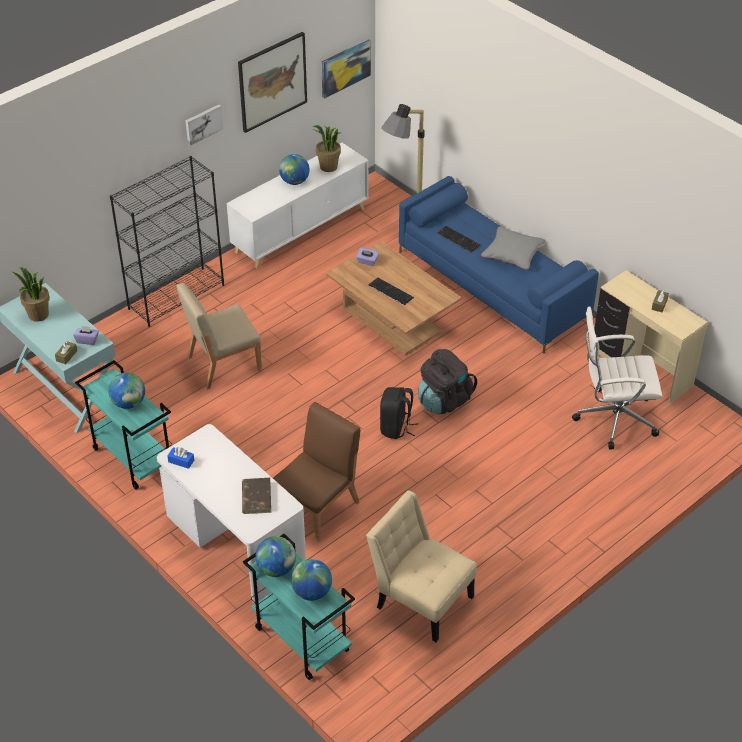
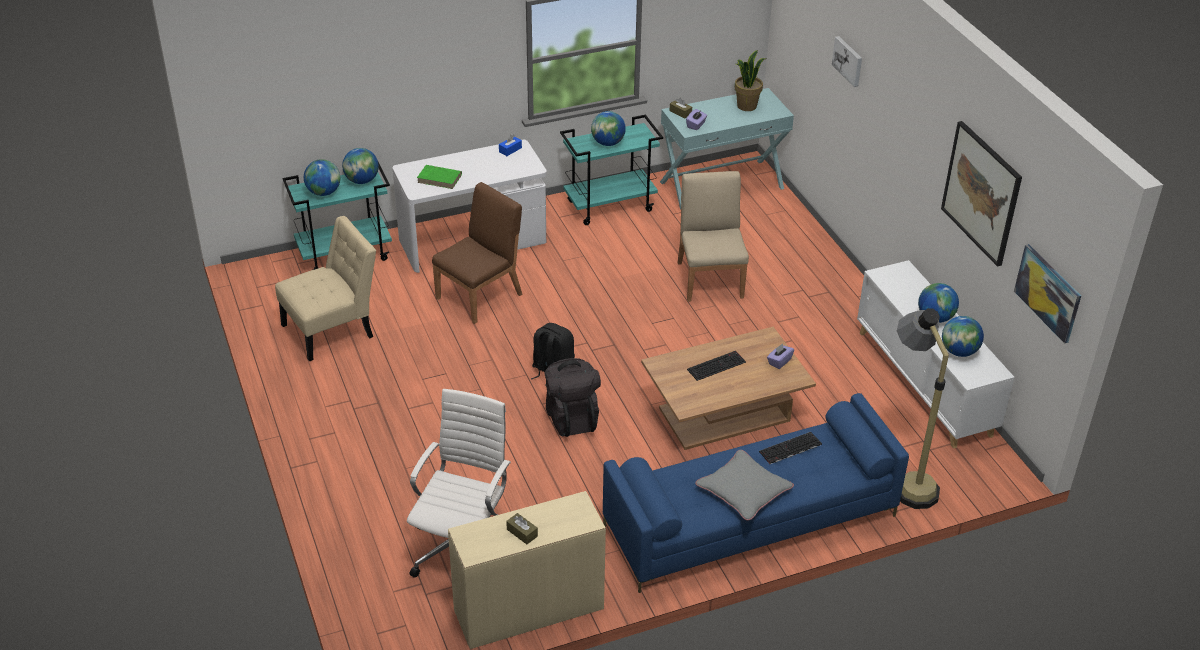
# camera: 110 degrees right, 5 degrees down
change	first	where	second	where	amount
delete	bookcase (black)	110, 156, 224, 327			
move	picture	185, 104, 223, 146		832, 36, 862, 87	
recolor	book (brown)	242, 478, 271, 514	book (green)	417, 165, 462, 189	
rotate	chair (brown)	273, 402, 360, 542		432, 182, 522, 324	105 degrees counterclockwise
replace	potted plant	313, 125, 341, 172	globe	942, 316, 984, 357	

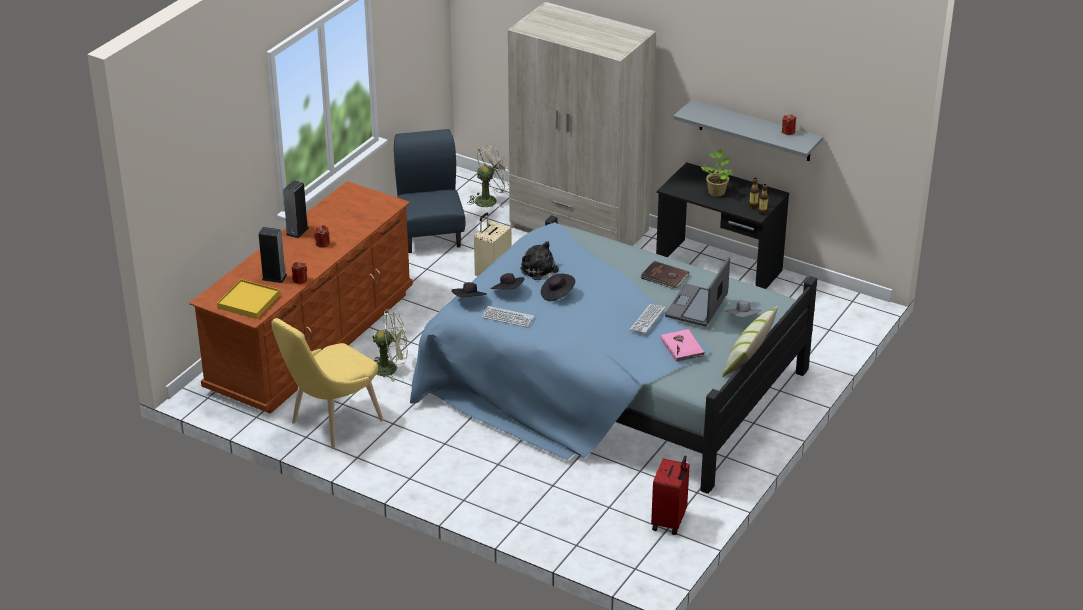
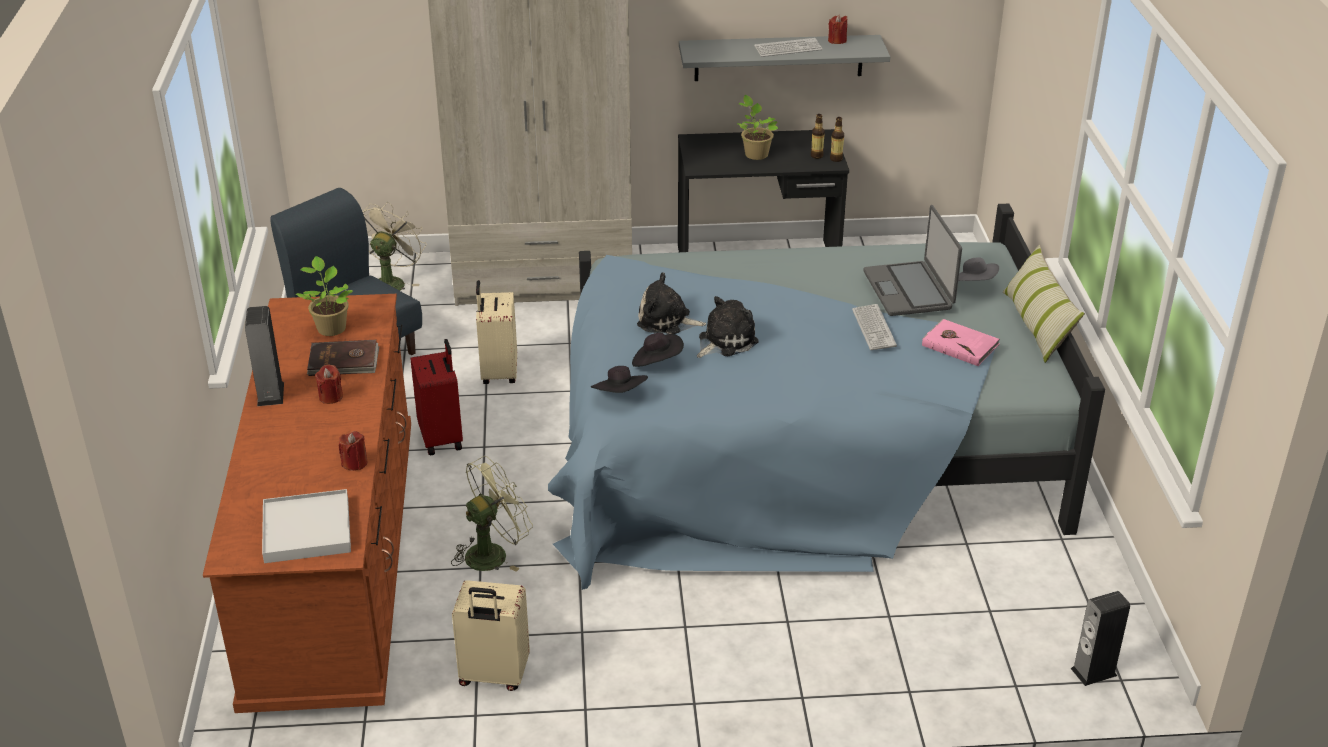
# camera: 35 degrees left, 0 degrees up
change	first	where	second	where	amount
recolor	tray (yellow)	217, 279, 280, 319	tray (white)	262, 489, 351, 563	
move	speaker	259, 227, 287, 283		1070, 591, 1130, 686	
replace	chair (yellow)	271, 318, 384, 449	suitcase (beige)	452, 580, 530, 691	
move	keyboard	482, 306, 534, 327		754, 38, 823, 57	
replace	hat (black)	541, 274, 575, 301	plush toy	697, 296, 759, 358	
move	book (brown)	641, 261, 689, 290		307, 340, 379, 376	
move	suitcase (red)	651, 456, 690, 535		411, 339, 463, 456	
insert			potted plant	296, 256, 353, 336	

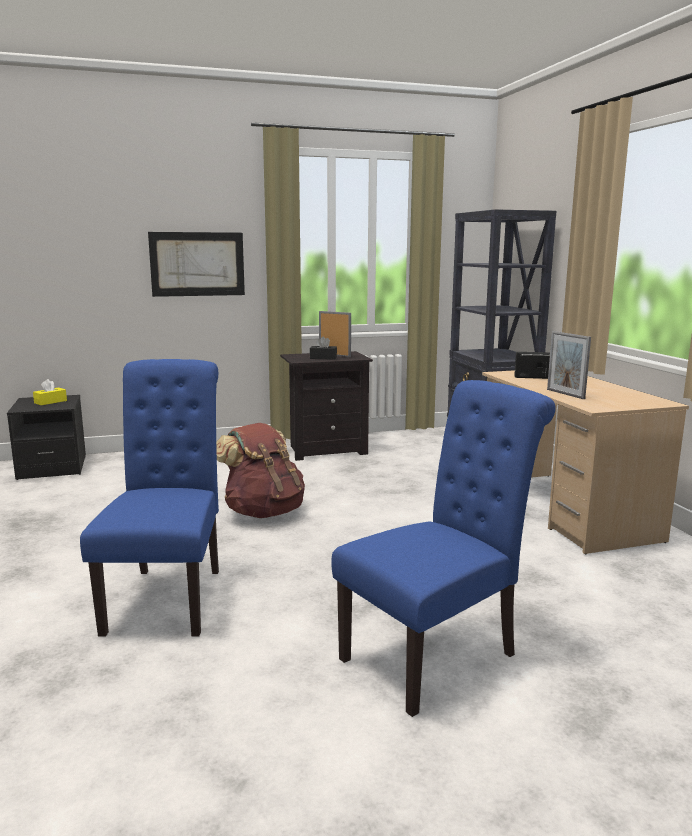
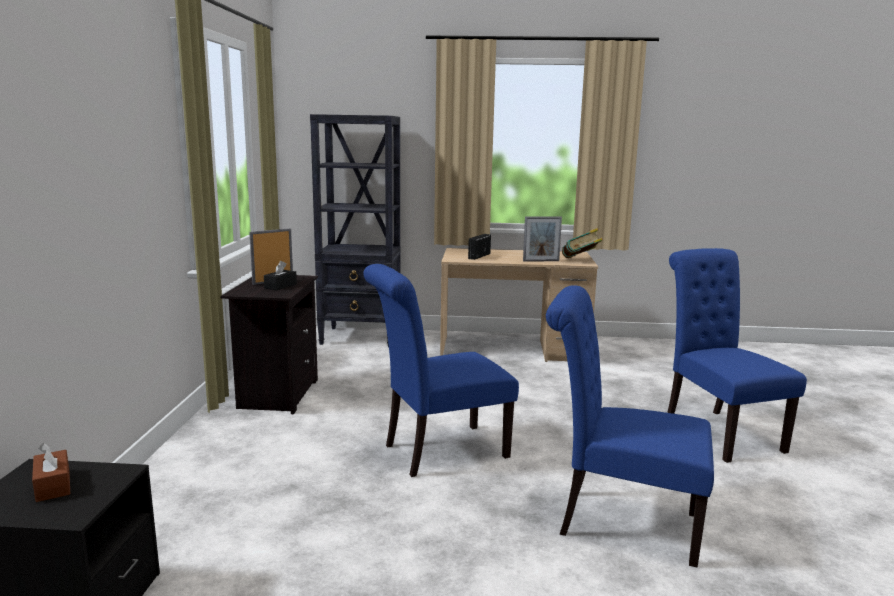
# camera: 70 degrees left, 0 degrees up
change	first	where	second	where	amount
recolor	tissue box (yellow)	33, 379, 67, 405	tissue box (brown)	32, 443, 70, 502	
delete	picture	148, 232, 245, 297			
replace	backpack (brown)	216, 423, 305, 518	chair (blue)	363, 264, 519, 477	
insert			book	562, 228, 603, 258	

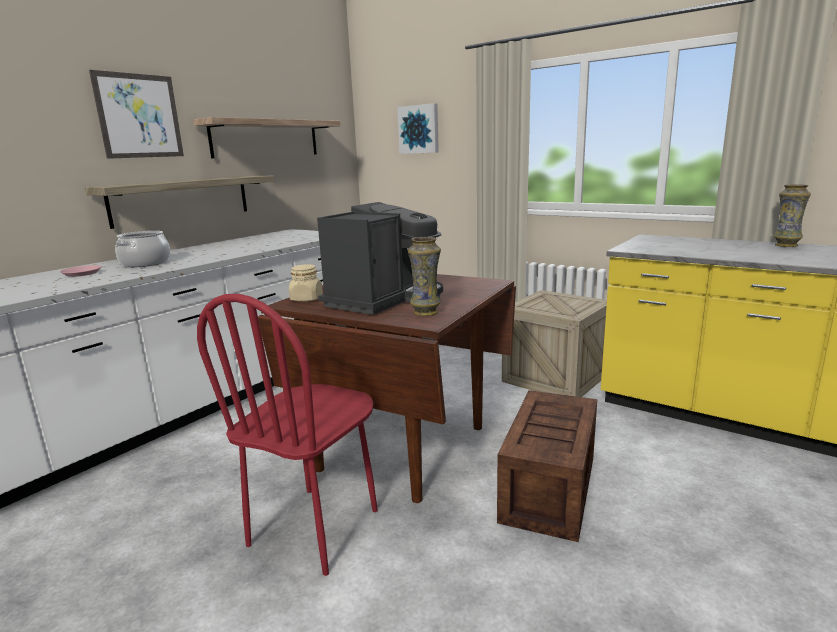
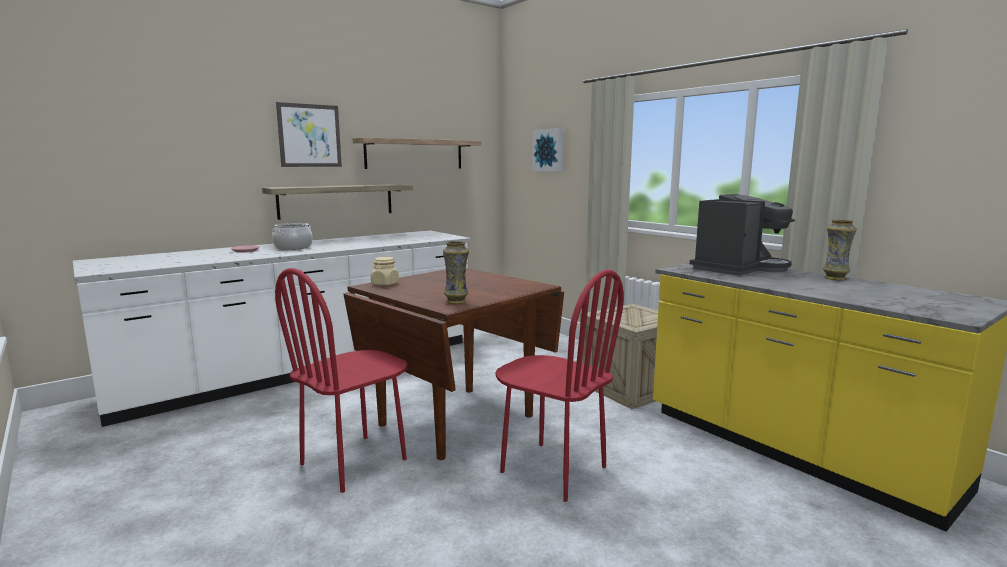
# camera: 15 degrees right, 5 degrees down
change	first	where	second	where	amount
move	coffee machine	317, 202, 443, 315		690, 194, 795, 276	
replace	crate	497, 390, 597, 542	chair (red)	495, 270, 624, 502	

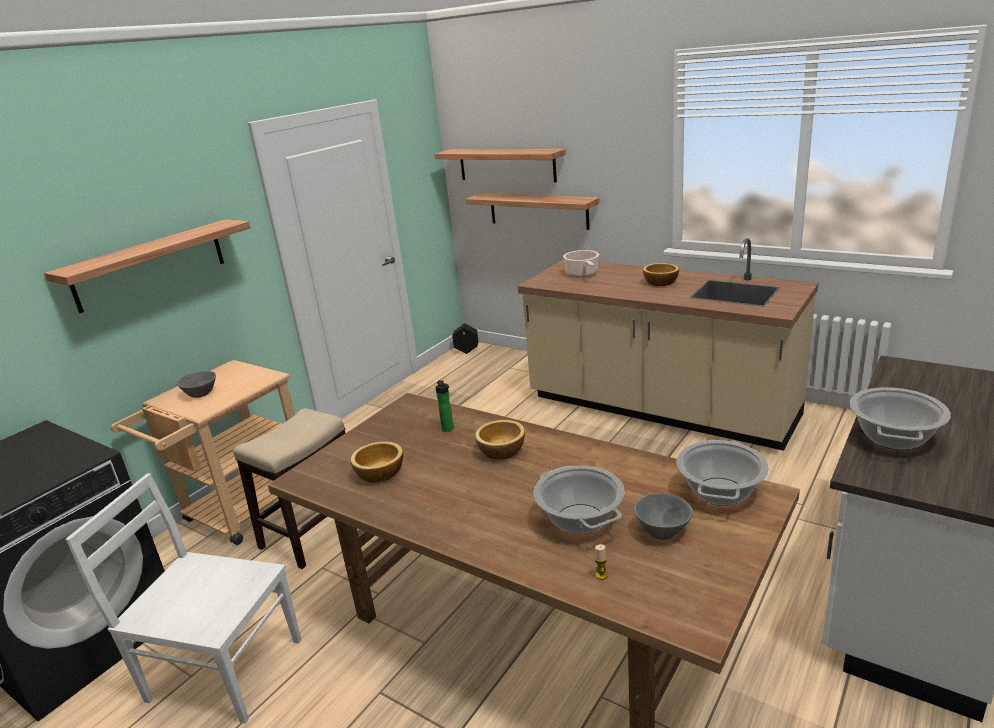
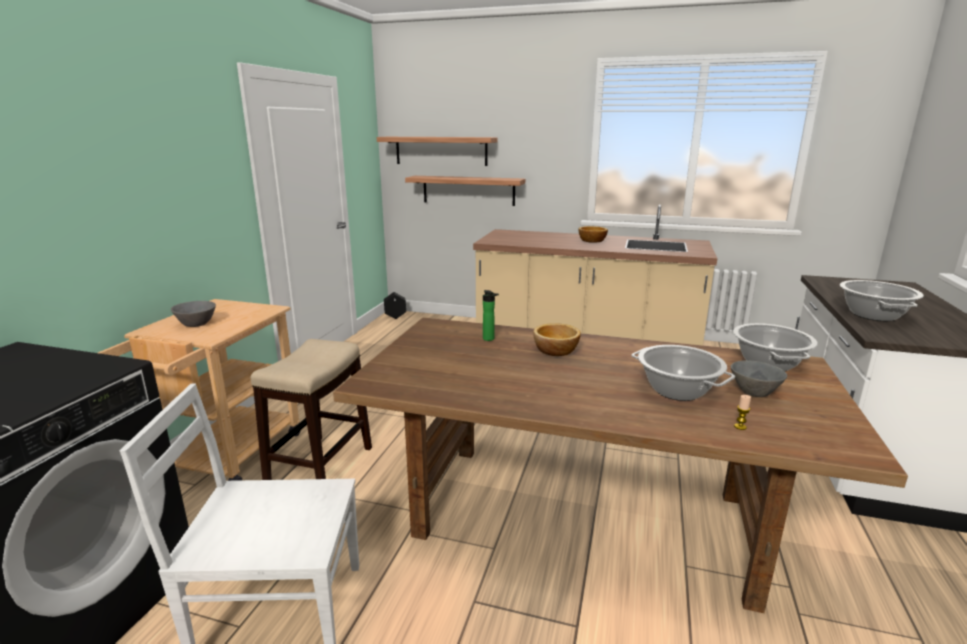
# camera: 20 degrees left, 5 degrees down
change	first	where	second	where	amount
delete	shelf	44, 219, 250, 313			
delete	bowl	351, 441, 403, 483			
delete	cooking pot	563, 250, 599, 278			

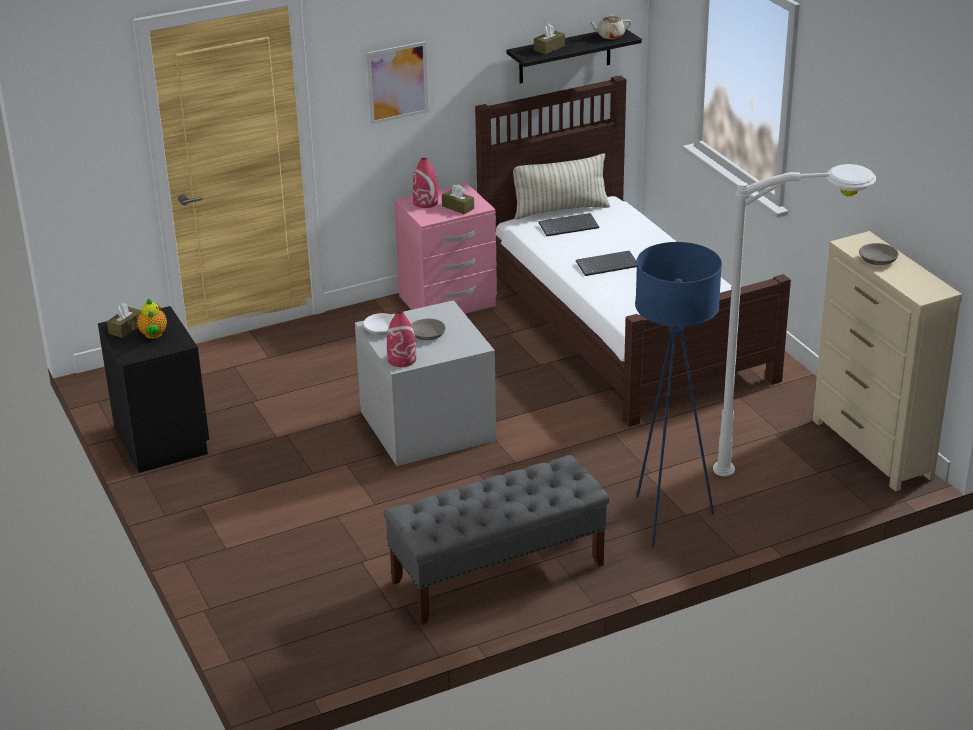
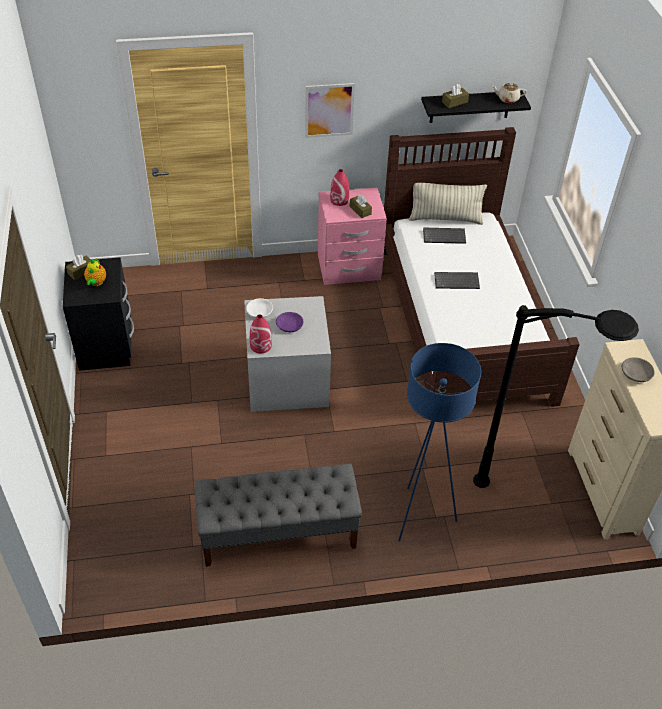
# camera: 15 degrees right, 15 degrees up
change	first	where	second	where	amount
recolor	bowl (grey)	411, 319, 446, 340	bowl (purple)	276, 312, 303, 332	
recolor	floor lamp (white)	713, 164, 876, 476	floor lamp (black)	473, 305, 639, 488	

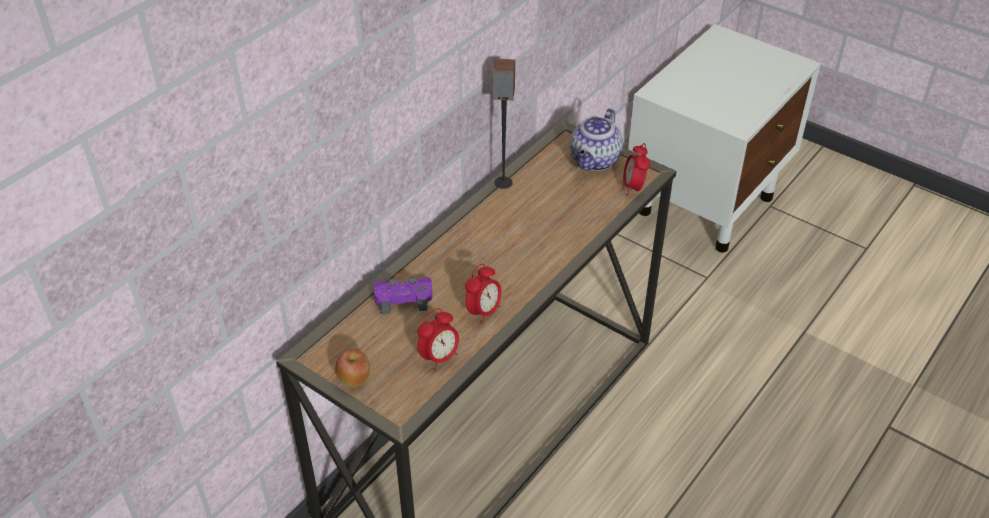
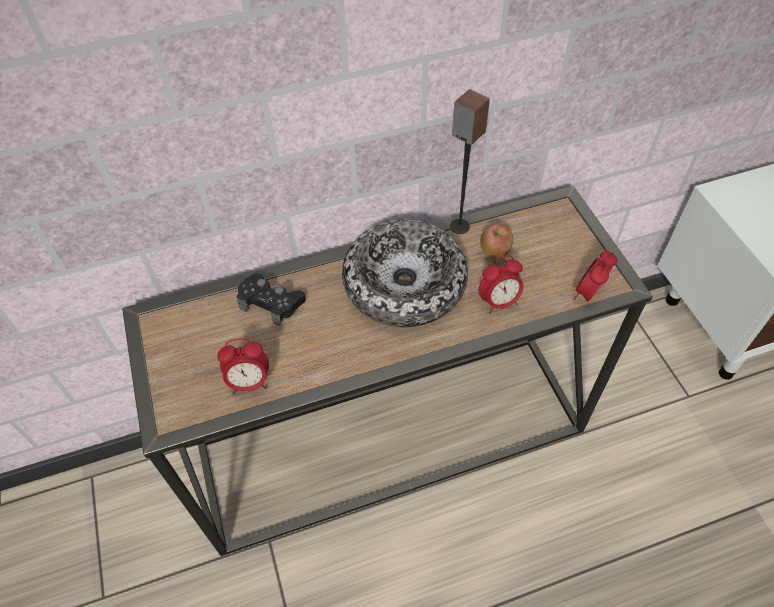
# camera: 35 degrees right, 10 degrees up
change	first	where	second	where	amount
move	apple	335, 349, 370, 387		480, 224, 513, 260	
recolor	game controller (purple)	373, 277, 432, 314	game controller (black)	236, 273, 306, 326	
move	alarm clock	465, 264, 501, 324		479, 255, 523, 314	
delete	teapot	570, 108, 623, 171			
insert			bowl	342, 219, 468, 327	

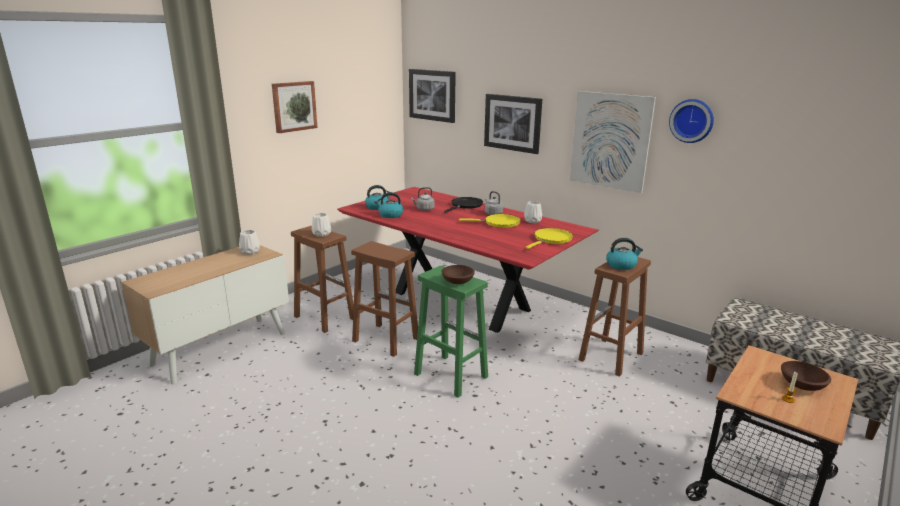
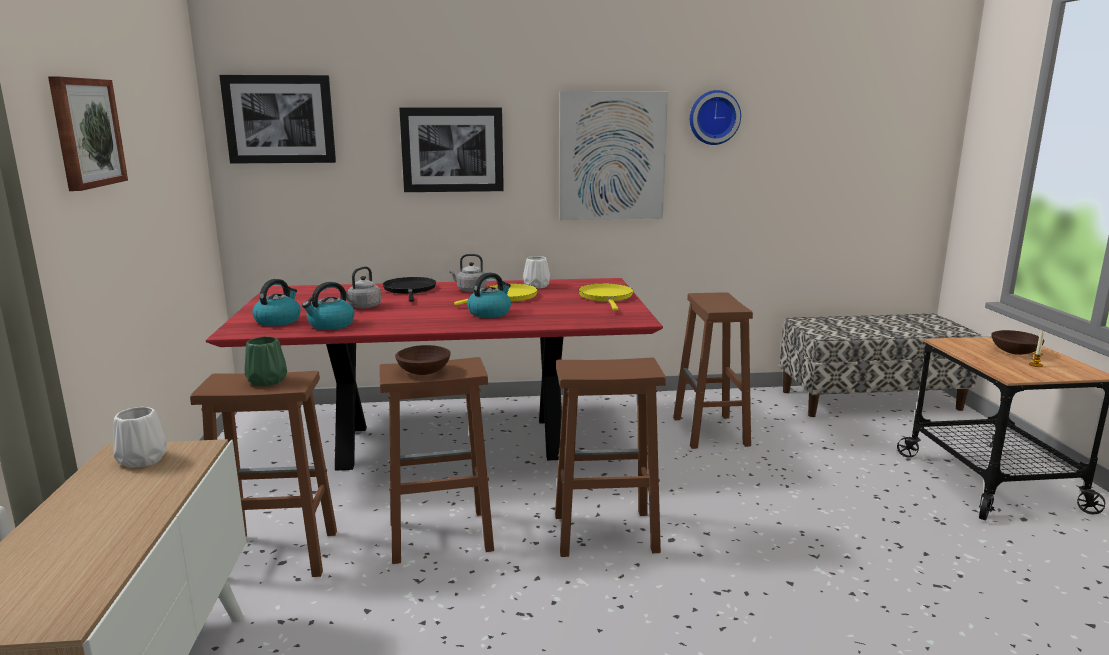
# camera: 45 degrees left, 5 degrees down
change	first	where	second	where	amount
recolor	vase (white)	312, 213, 331, 237	vase (green)	244, 337, 287, 386	
recolor	stool (green)	414, 265, 488, 398	stool (brown)	555, 358, 666, 557	
move	bowl (brown)	441, 265, 475, 284		395, 345, 451, 375	
move	kettle	606, 238, 643, 270		467, 272, 511, 318	

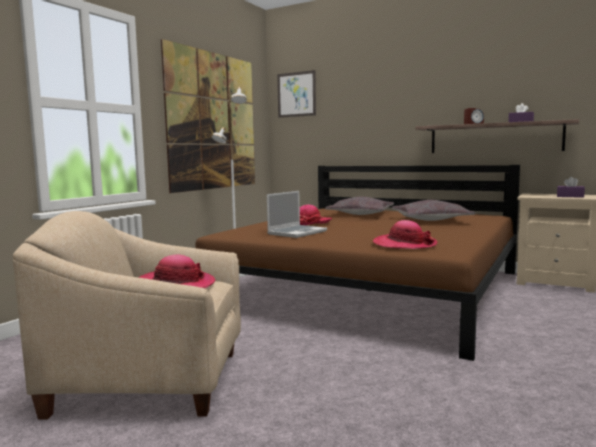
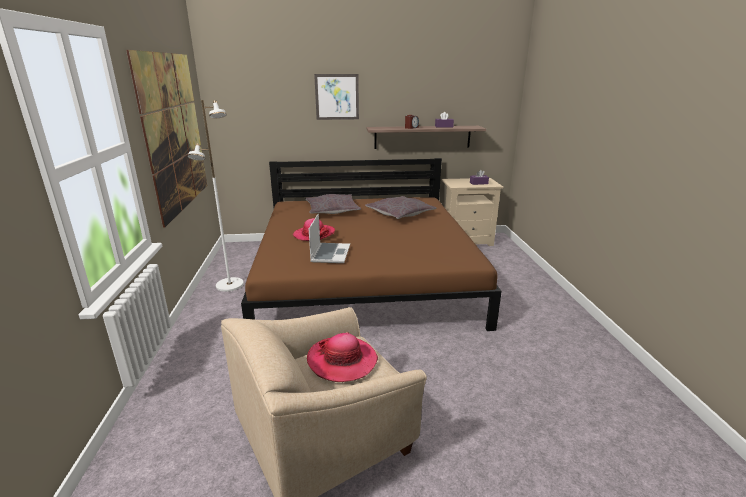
# camera: 35 degrees left, 15 degrees up
change	first	where	second	where	amount
move	picture	277, 70, 316, 118		314, 74, 359, 120	
delete	hat	373, 220, 438, 249			

